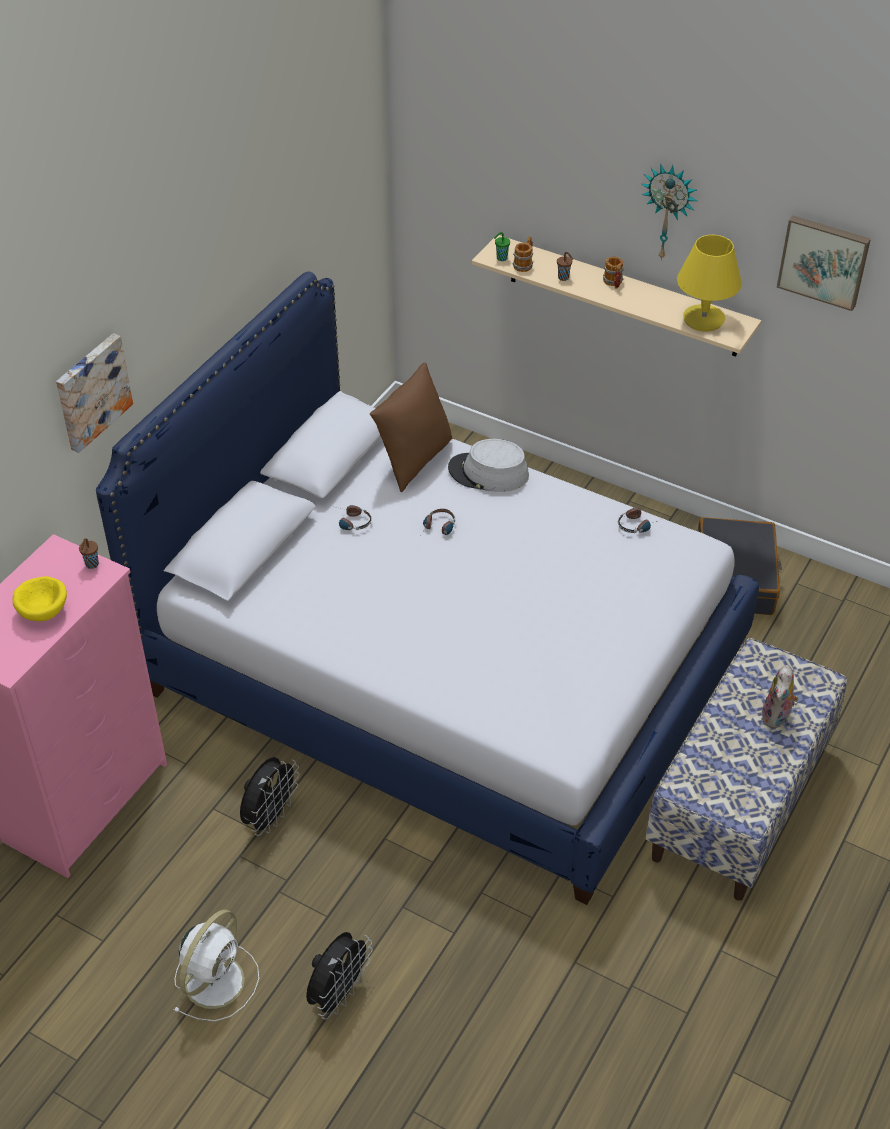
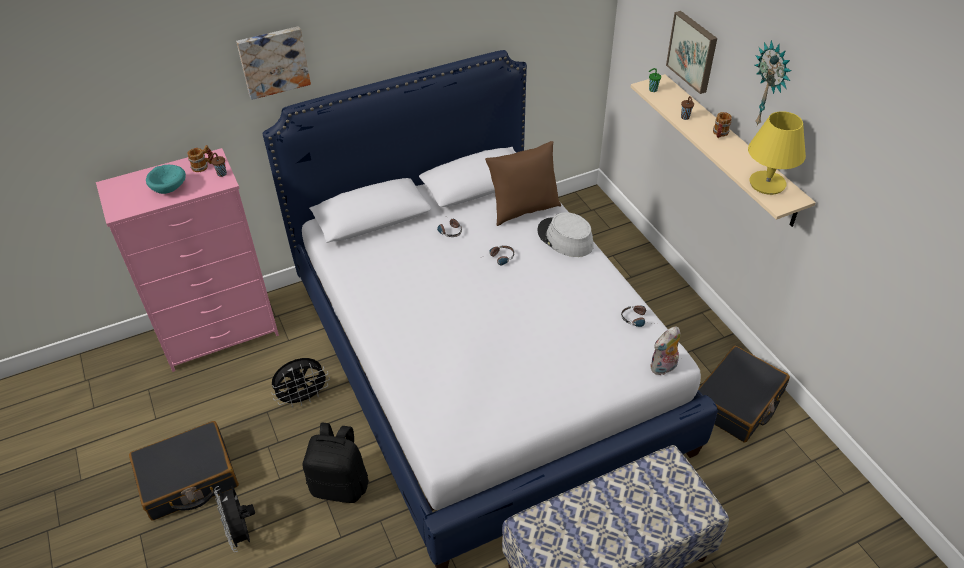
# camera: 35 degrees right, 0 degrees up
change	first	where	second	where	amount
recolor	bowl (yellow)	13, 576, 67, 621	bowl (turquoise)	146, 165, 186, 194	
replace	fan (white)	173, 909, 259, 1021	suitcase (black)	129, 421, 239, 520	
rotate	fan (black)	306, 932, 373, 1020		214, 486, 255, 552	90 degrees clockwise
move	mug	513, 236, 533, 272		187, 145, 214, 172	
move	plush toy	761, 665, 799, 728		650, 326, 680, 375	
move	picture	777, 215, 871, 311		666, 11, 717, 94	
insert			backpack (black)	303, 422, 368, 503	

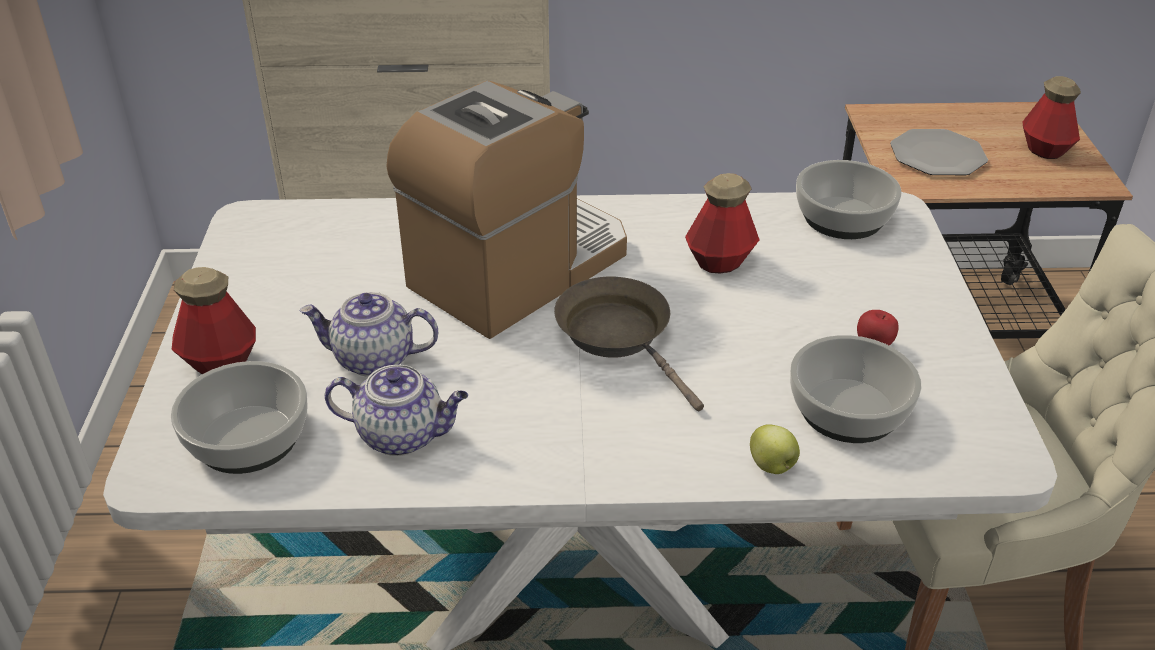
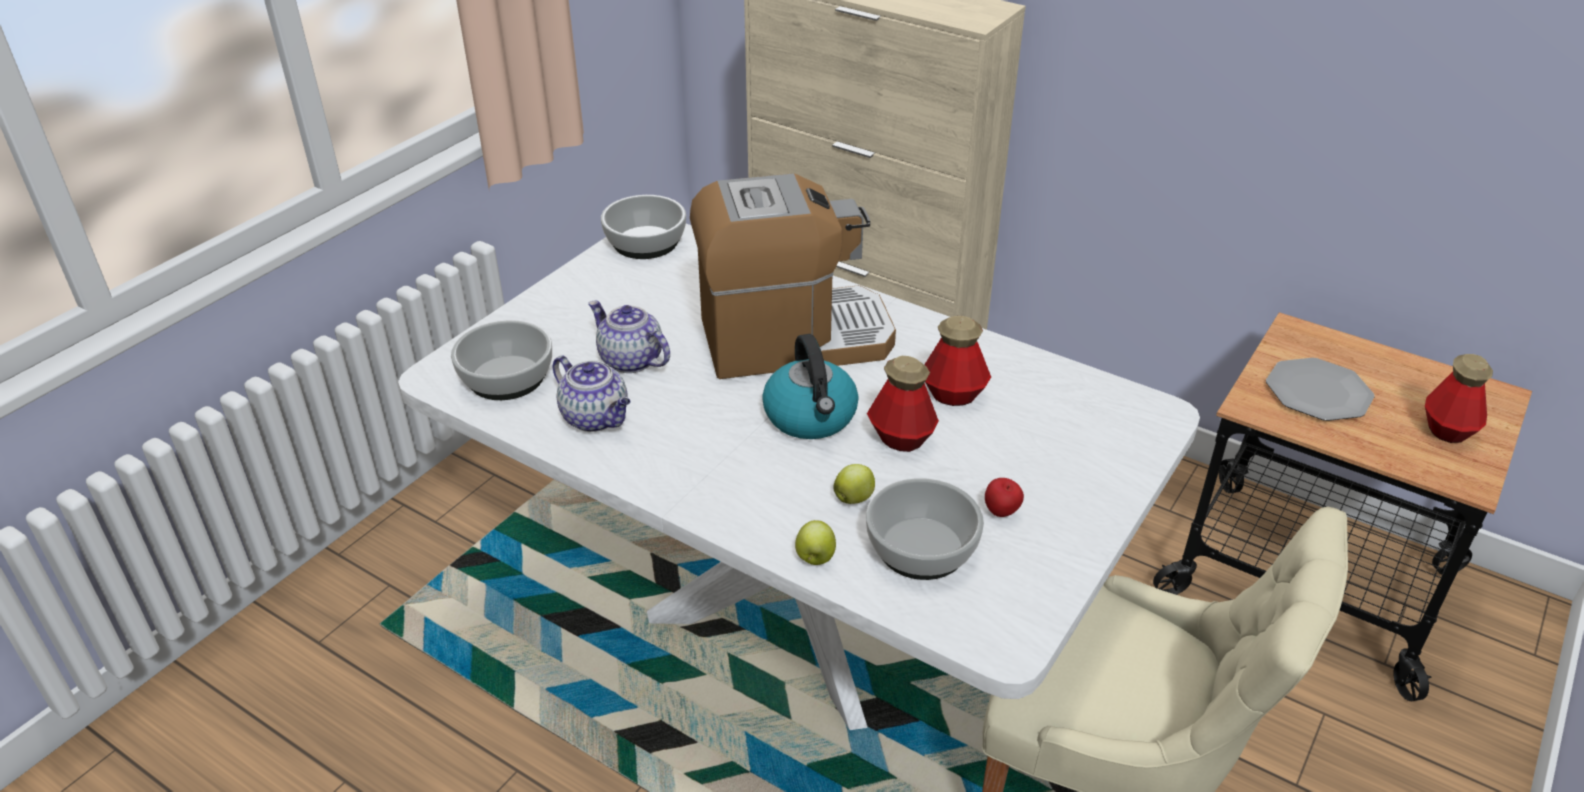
# camera: 35 degrees right, 0 degrees up
change	first	where	second	where	amount
move	bottle	172, 267, 256, 374		867, 356, 939, 452	
replace	frying pan (brown)	554, 277, 704, 411	kettle	762, 334, 859, 439	
move	bowl	796, 160, 902, 239		601, 195, 686, 259	
insert			apple	834, 464, 875, 504	

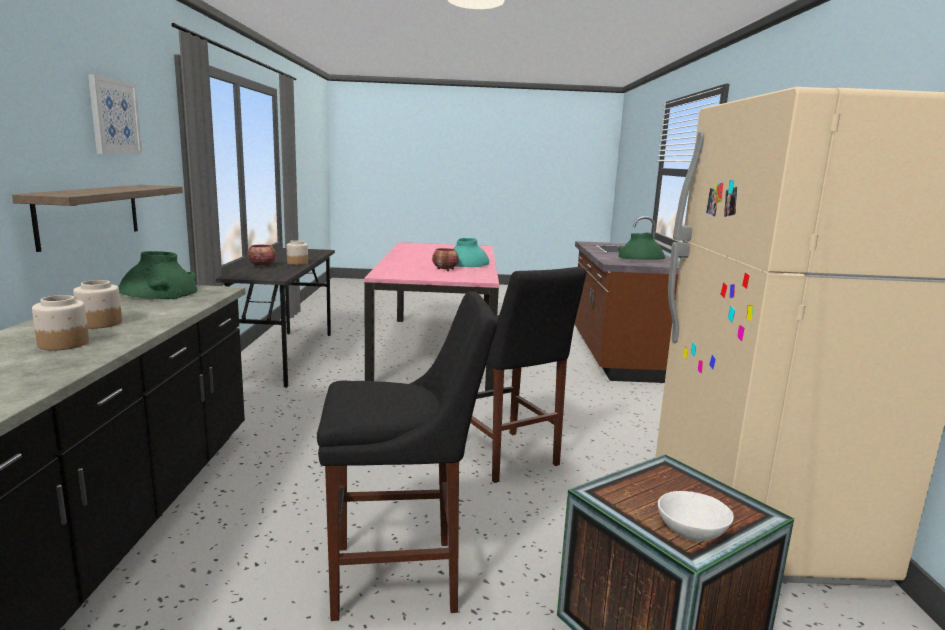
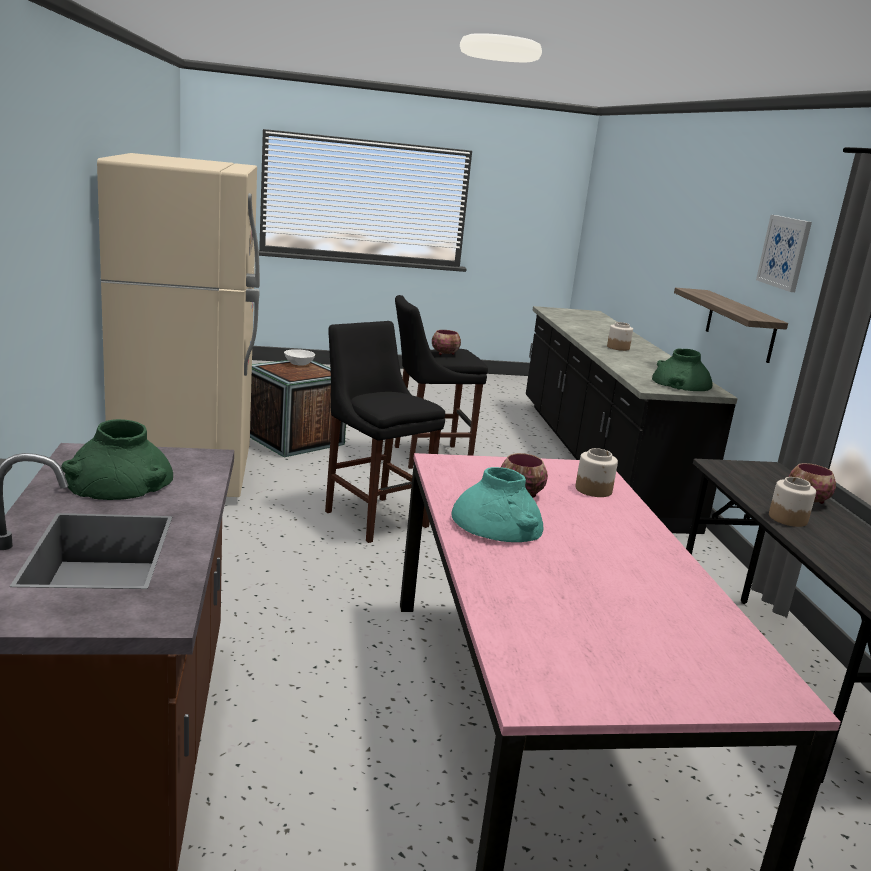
# camera: 170 degrees right, 5 degrees up
change	first	where	second	where	amount
move	jar	73, 280, 122, 329		576, 448, 618, 497	
insert			bowl	432, 330, 461, 355	

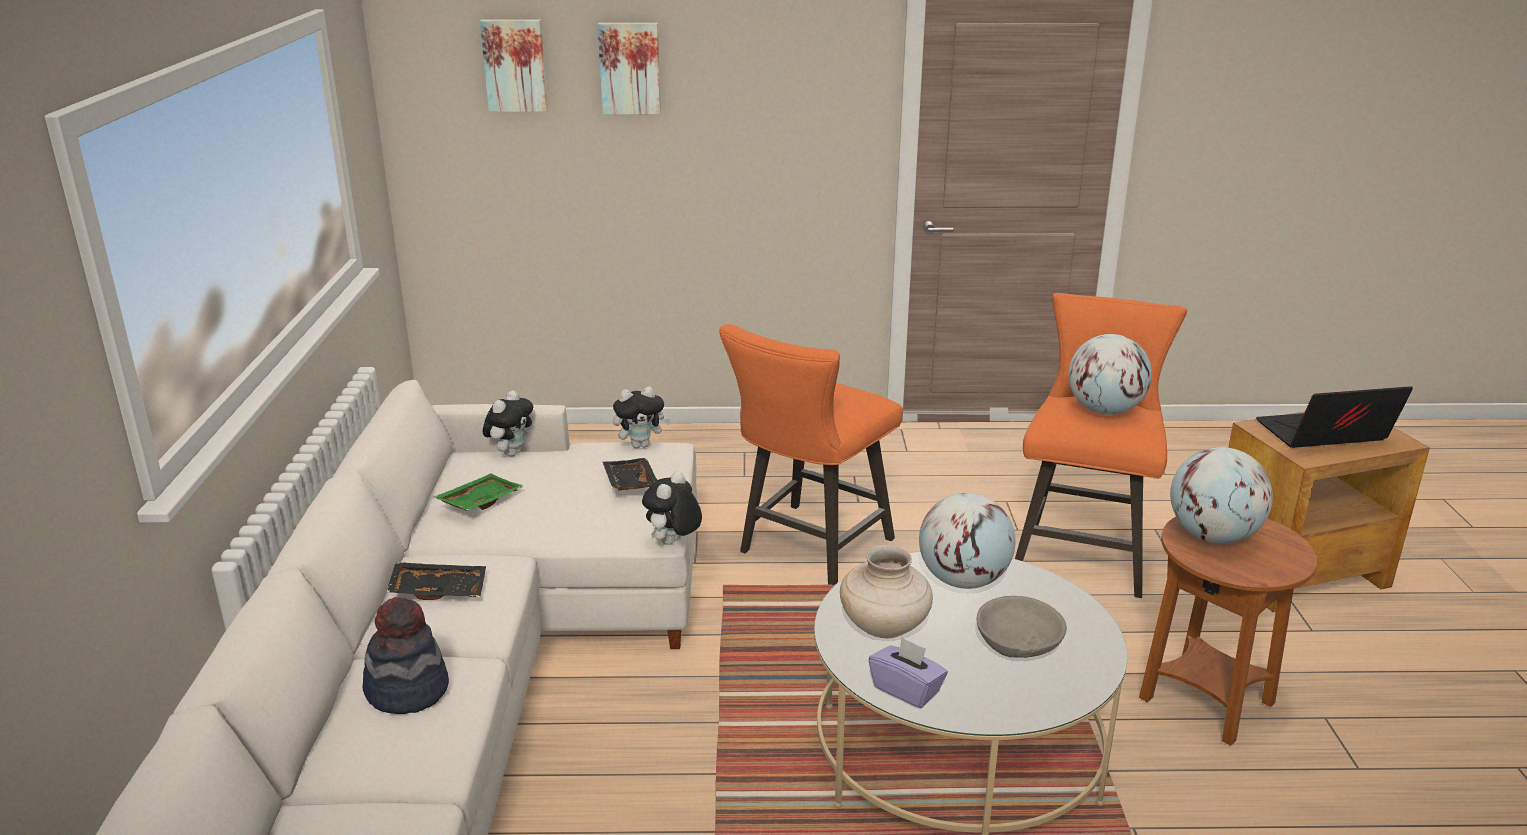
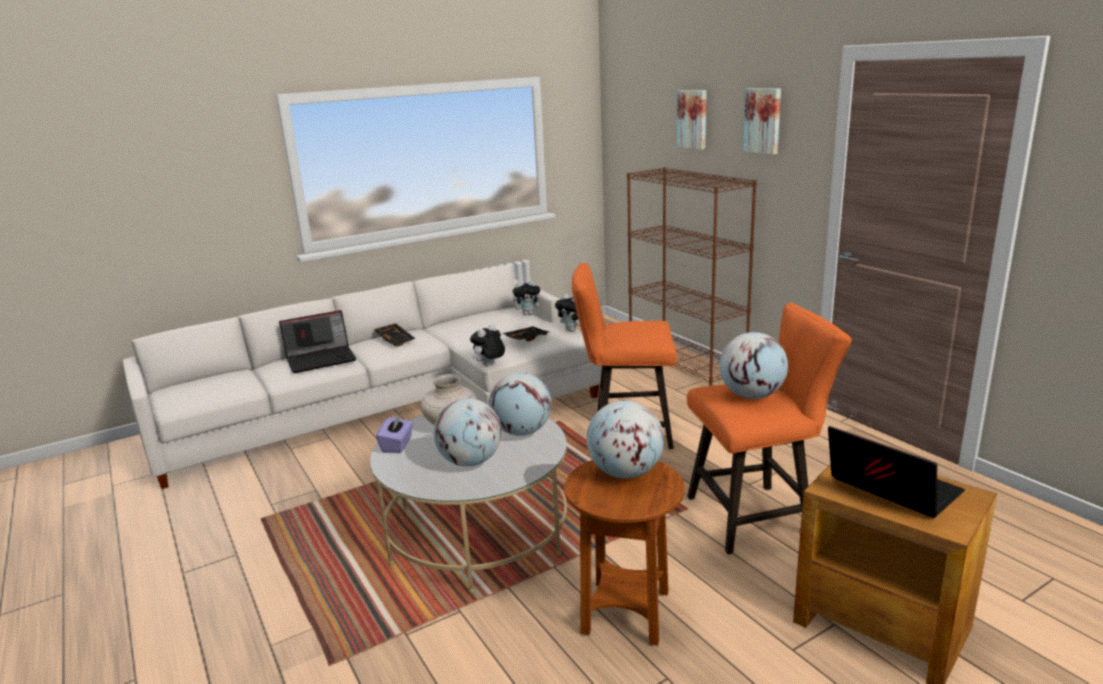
# camera: 60 degrees right, 5 degrees down
change	first	where	second	where	amount
replace	hat	363, 597, 449, 714	laptop	279, 310, 356, 373	
delete	tray (green)	434, 473, 524, 511			
move	picture	480, 19, 548, 112		743, 88, 781, 155	
rotate	plush toy	642, 471, 702, 545		470, 324, 505, 366	45 degrees counterclockwise
replace	bowl (grey)	977, 596, 1067, 658	globe	434, 398, 501, 467	
insert			bookcase (brown)	627, 167, 757, 386	

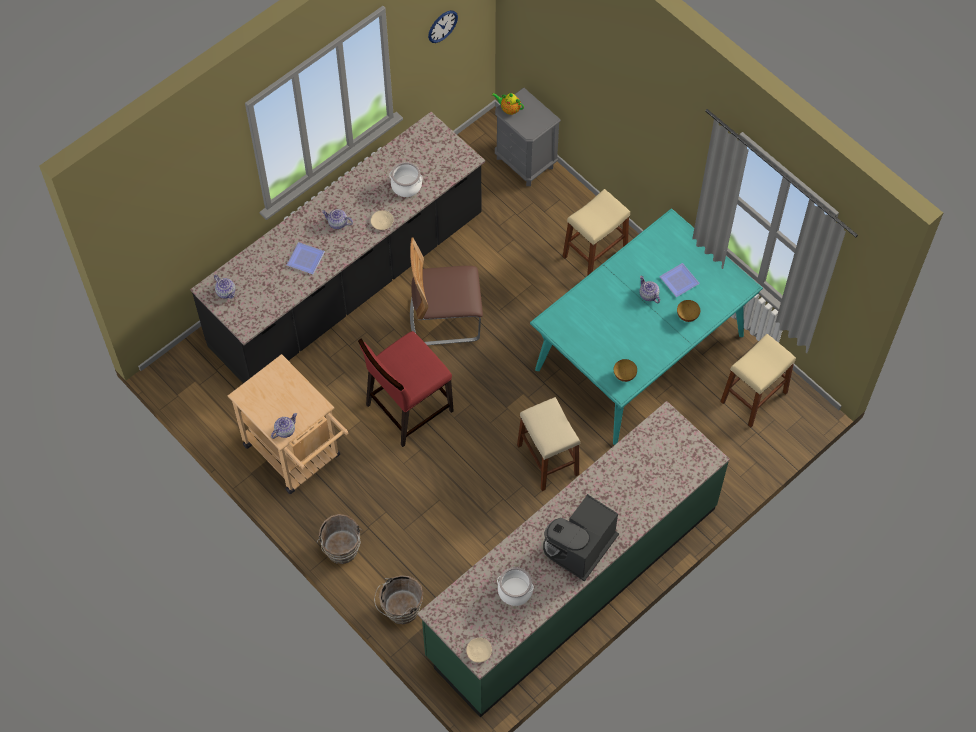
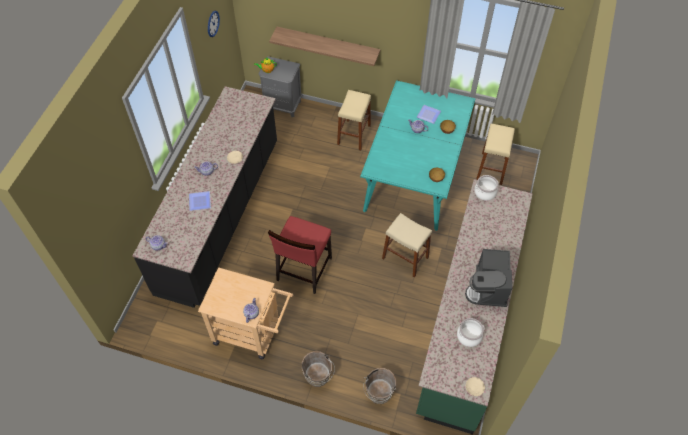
# camera: 30 degrees left, 5 degrees down
change	first	where	second	where	amount
move	cooking pot	389, 162, 423, 197		474, 175, 499, 201	
delete	chair	410, 237, 483, 345			
insert			shelf	269, 27, 380, 66	

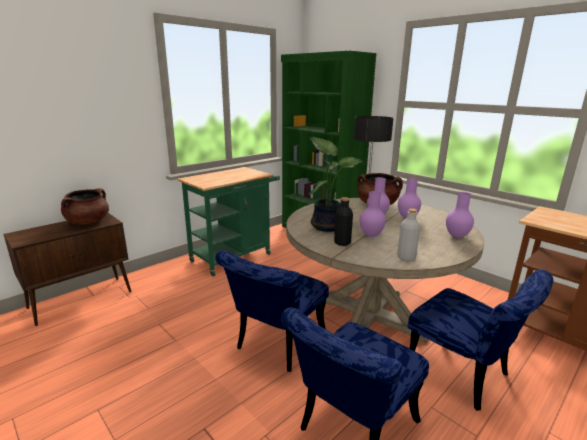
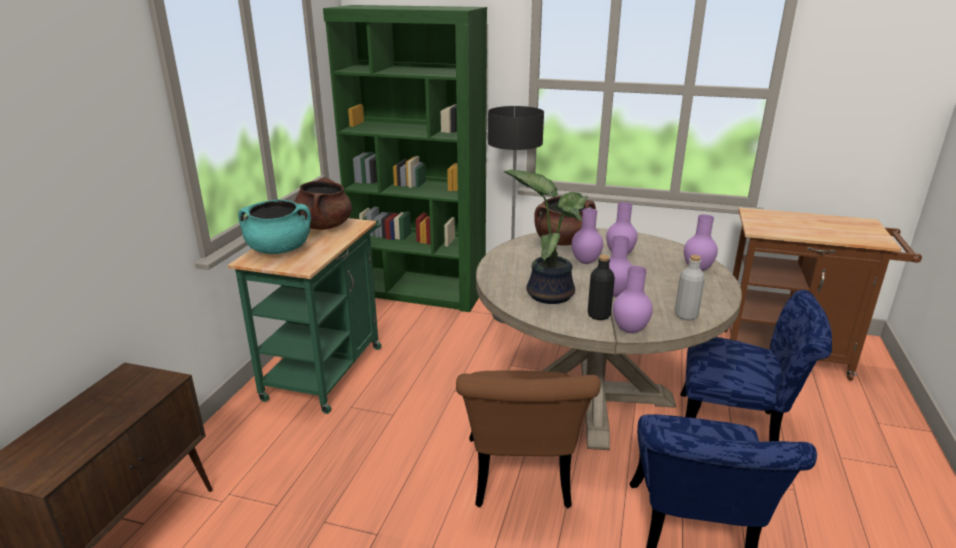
# camera: 30 degrees left, 5 degrees up
change	first	where	second	where	amount
move	cooking pot (brown)	61, 188, 109, 225		294, 177, 352, 230	
recolor	chair (blue)	215, 250, 329, 372	chair (brown)	456, 370, 601, 508	
insert			cooking pot (turquoise)	238, 199, 311, 254	
insert			vase (purple)	613, 266, 653, 333	

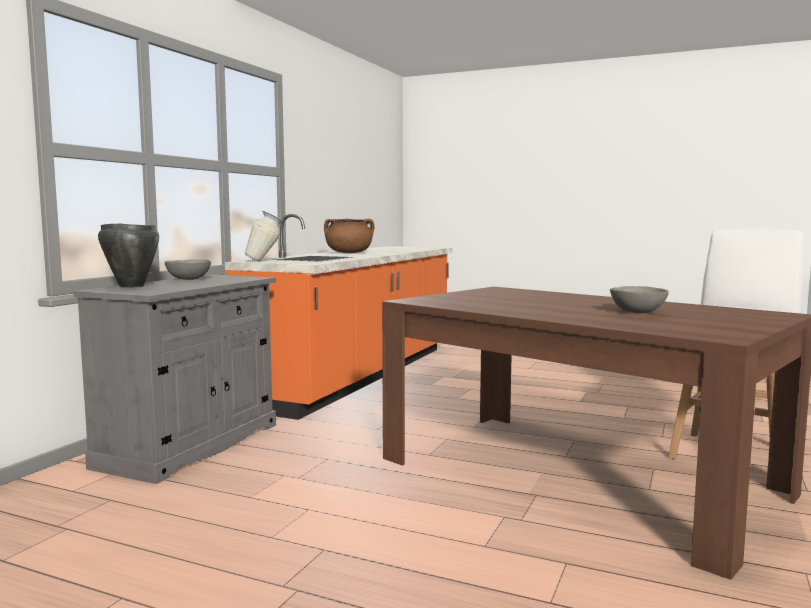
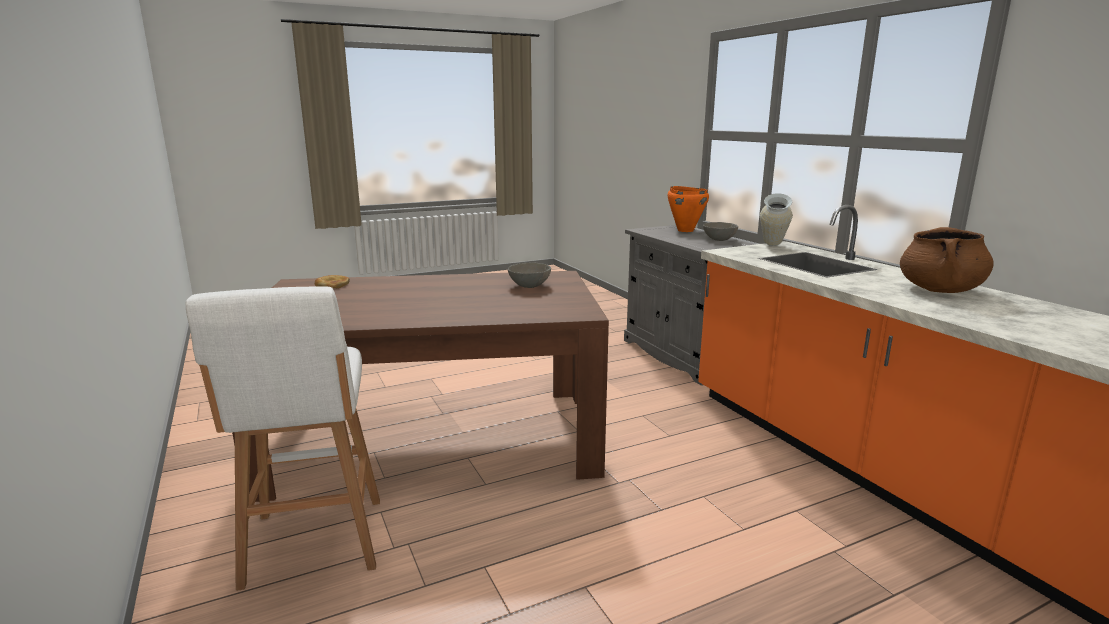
# camera: 130 degrees right, 10 degrees up
change	first	where	second	where	amount
recolor	cooking pot (black)	98, 223, 159, 288	cooking pot (orange)	668, 186, 709, 232	
move	bowl (grey)	610, 286, 669, 313		508, 262, 551, 288	
insert			bread	315, 275, 350, 288	

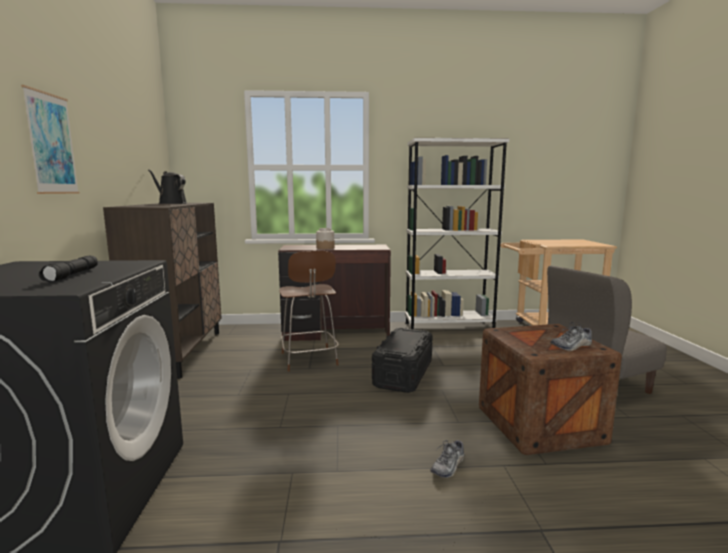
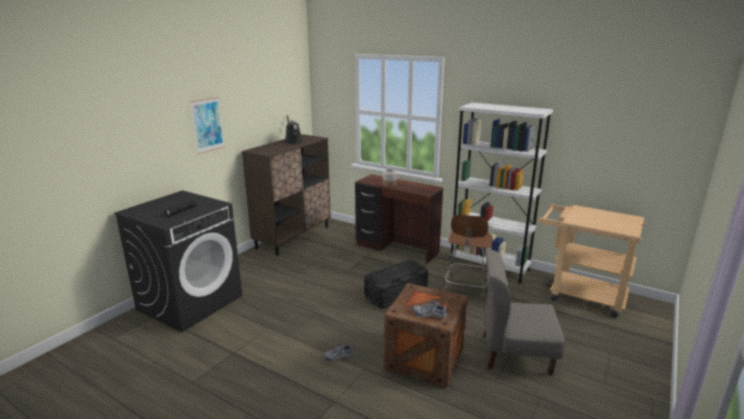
# camera: 35 degrees right, 10 degrees up
change	first	where	second	where	amount
move	chair (brown)	279, 251, 339, 371		445, 215, 493, 300	

